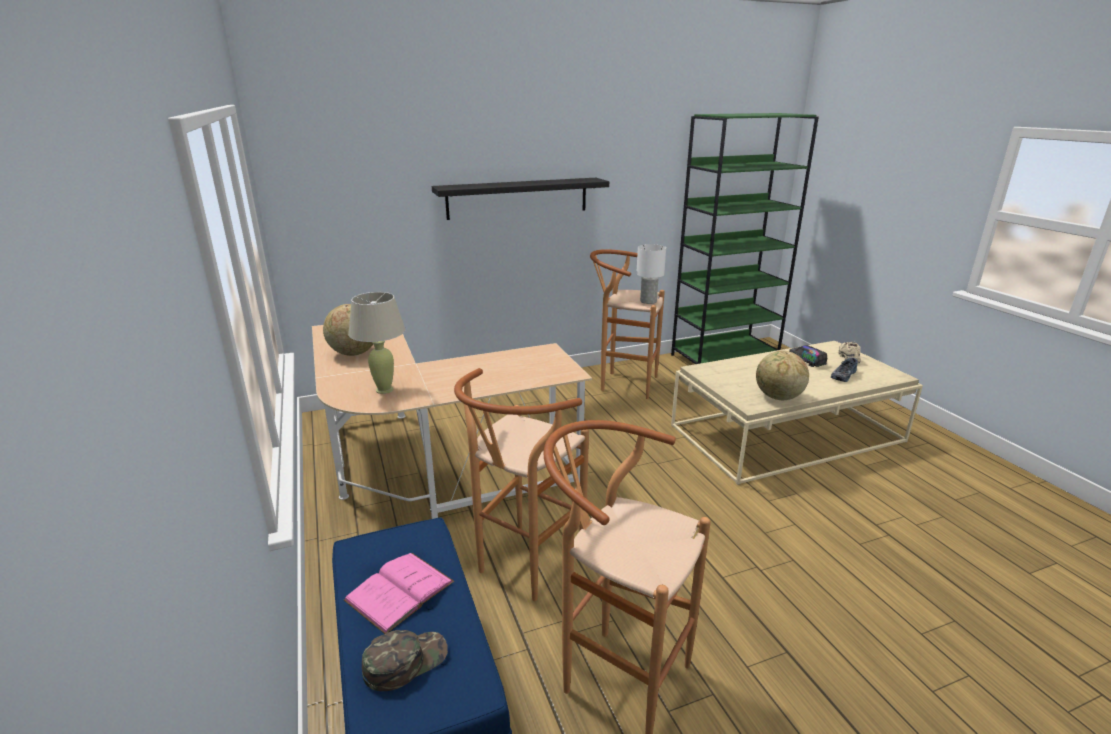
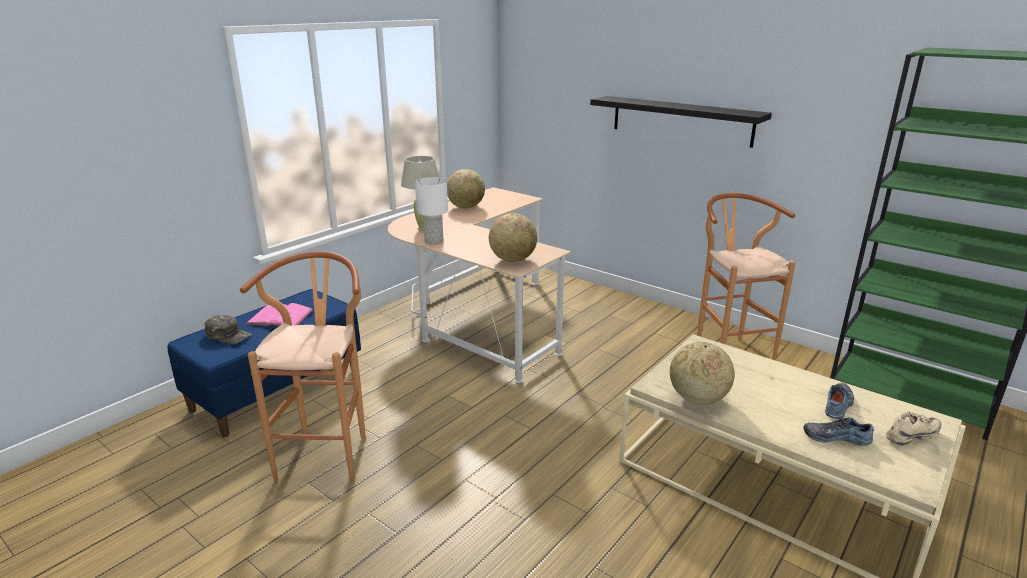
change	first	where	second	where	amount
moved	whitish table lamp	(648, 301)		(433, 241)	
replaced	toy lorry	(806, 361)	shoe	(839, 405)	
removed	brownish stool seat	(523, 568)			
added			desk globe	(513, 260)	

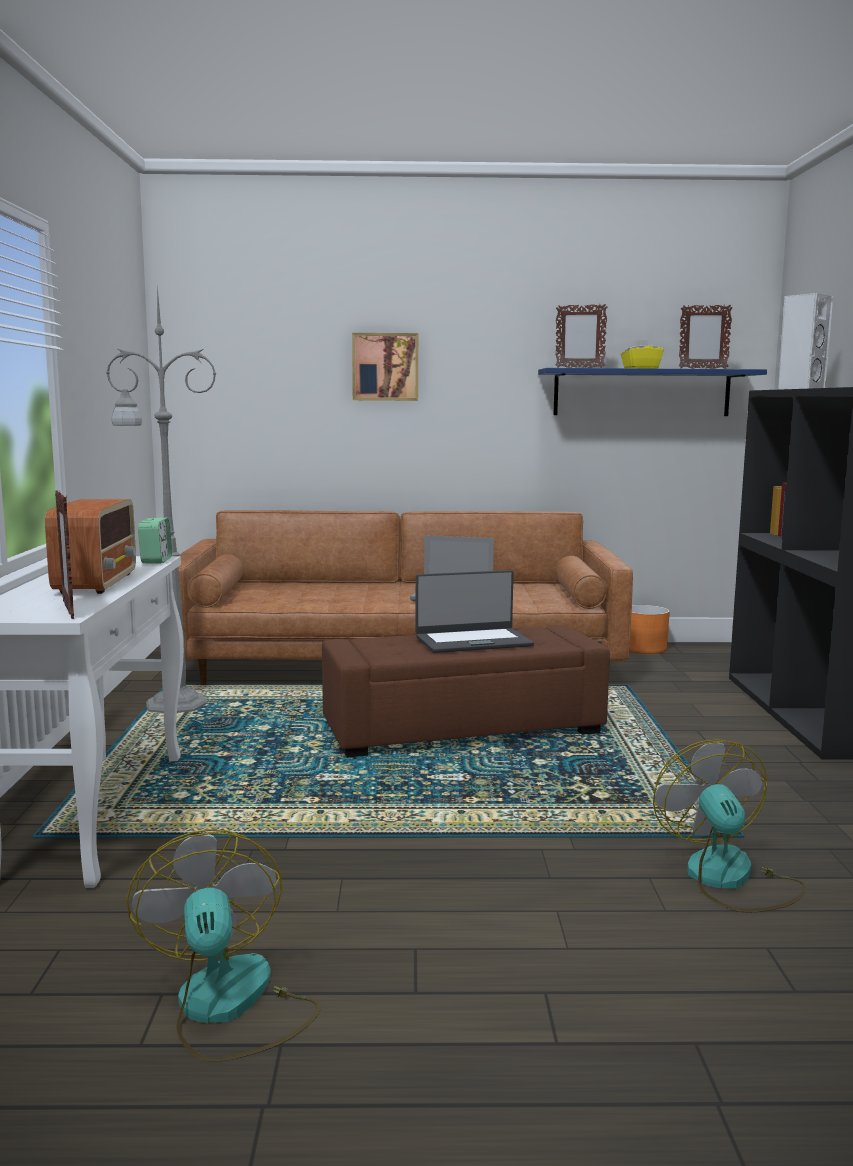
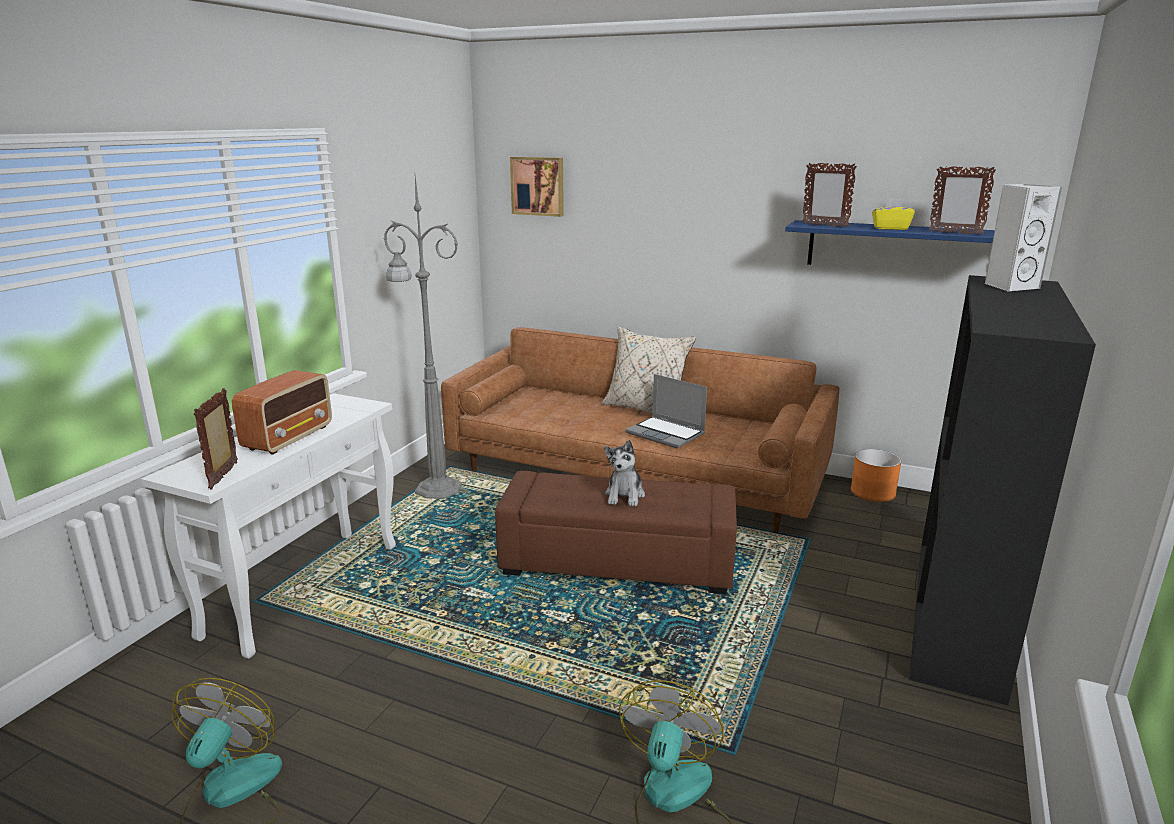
change	first	where	second	where	amount
moved	picture	(385, 367)		(538, 186)	
removed	table clock	(156, 560)			
replaced	laptop	(473, 641)	cuddly toy	(625, 495)	
added			beige cushion	(646, 409)	

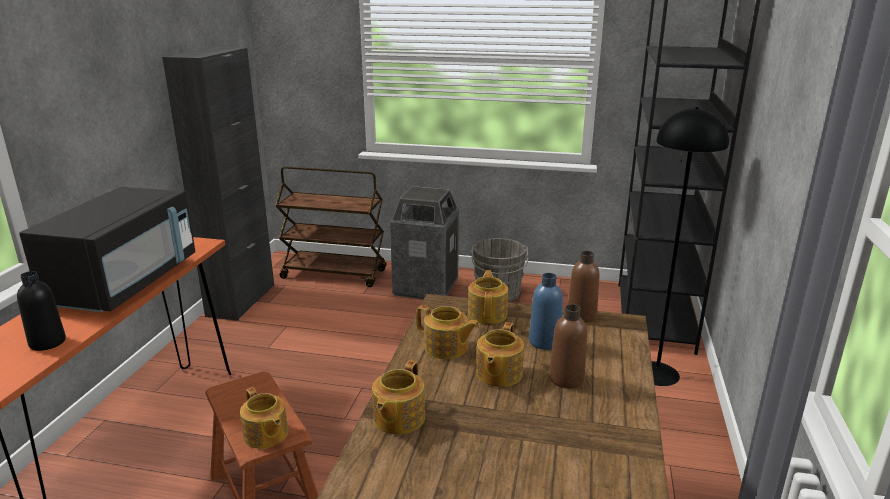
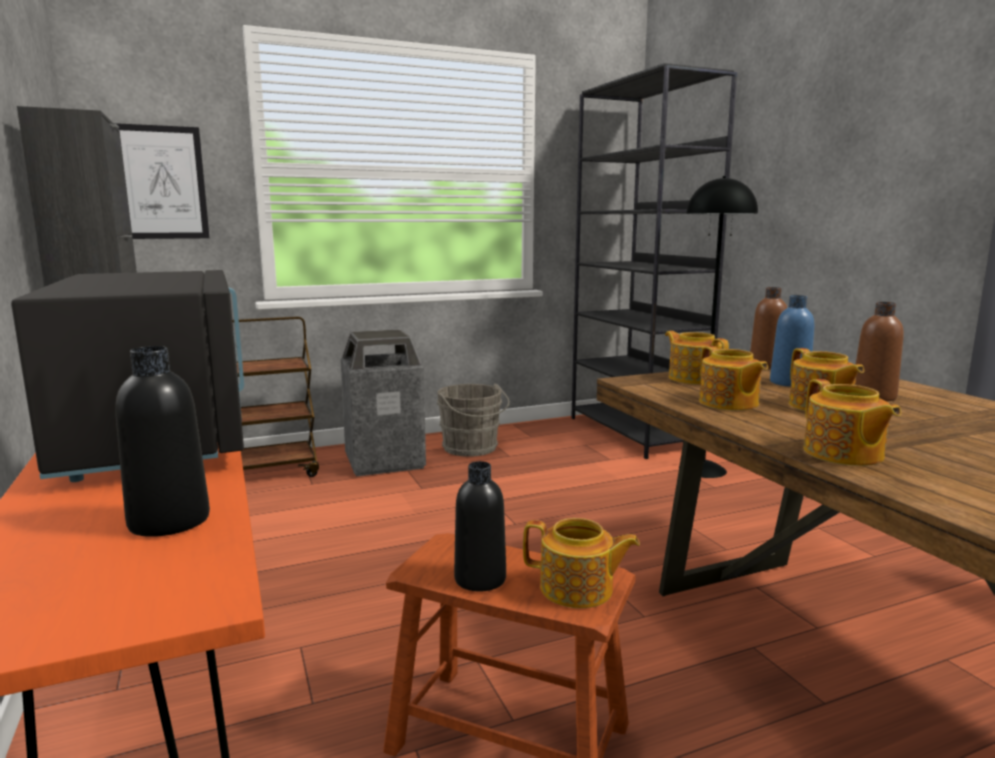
change	first	where	second	where	amount
turned	pot for tea	(446, 348)		(728, 403)	75 degrees clockwise
added			picture	(162, 183)	
added			black-coloured beverage bottle	(480, 579)	

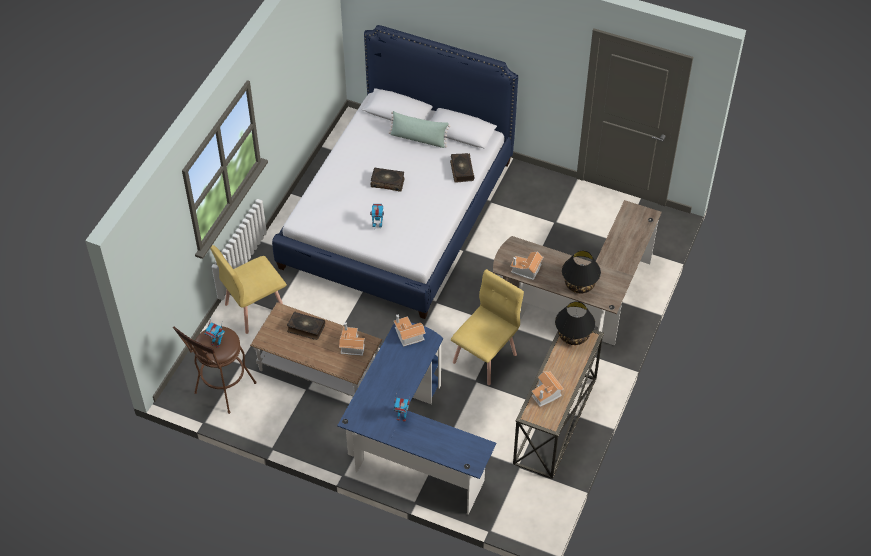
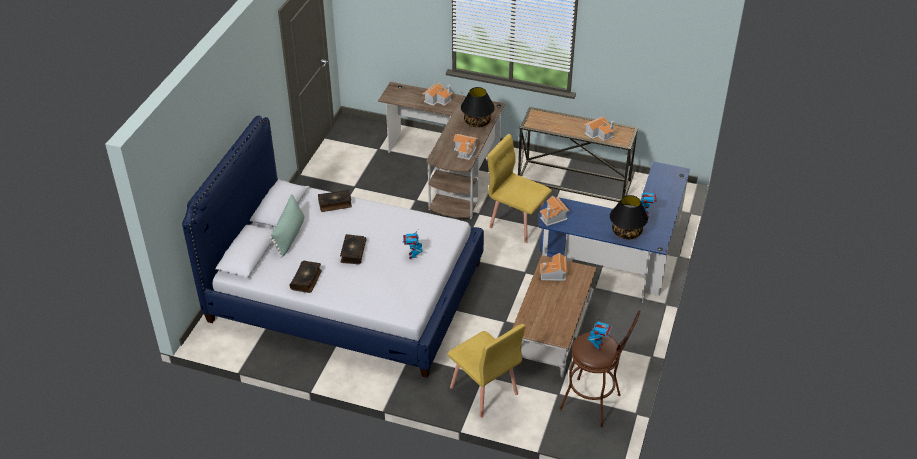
change	first	where	second	where	amount
moved	black-coloured table lamp	(573, 335)		(626, 232)	
moved	book	(306, 328)		(307, 280)	
added			model house	(438, 99)	

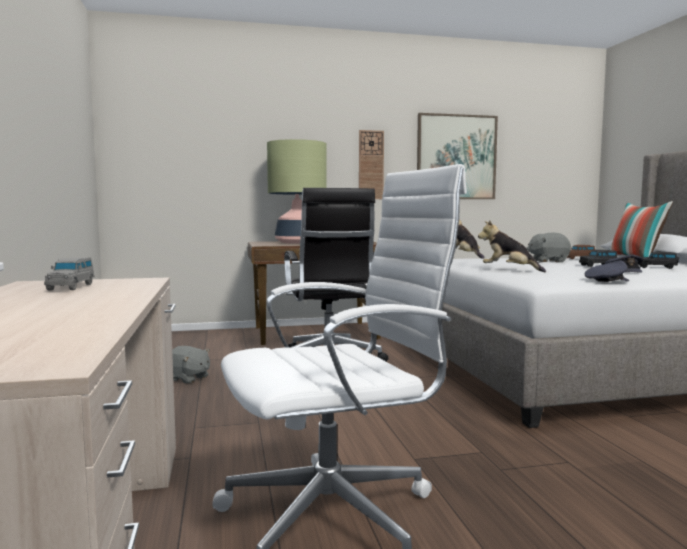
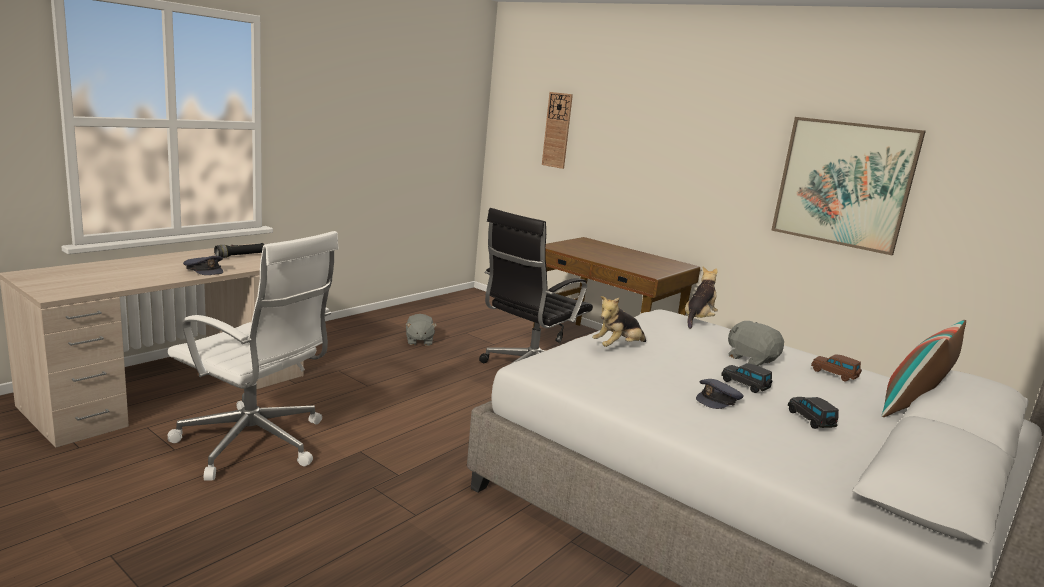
change	first	where	second	where	amount
moved	clock on the wall	(371, 165)		(557, 130)	
removed	table lamp	(297, 242)			
turned	cuddly toy	(509, 270)		(618, 347)	120 degrees counterclockwise
replaced	greyish miniature car	(71, 287)	black-coloured hand torch	(240, 256)	
moved	greyish peaked cap	(606, 281)		(205, 270)	

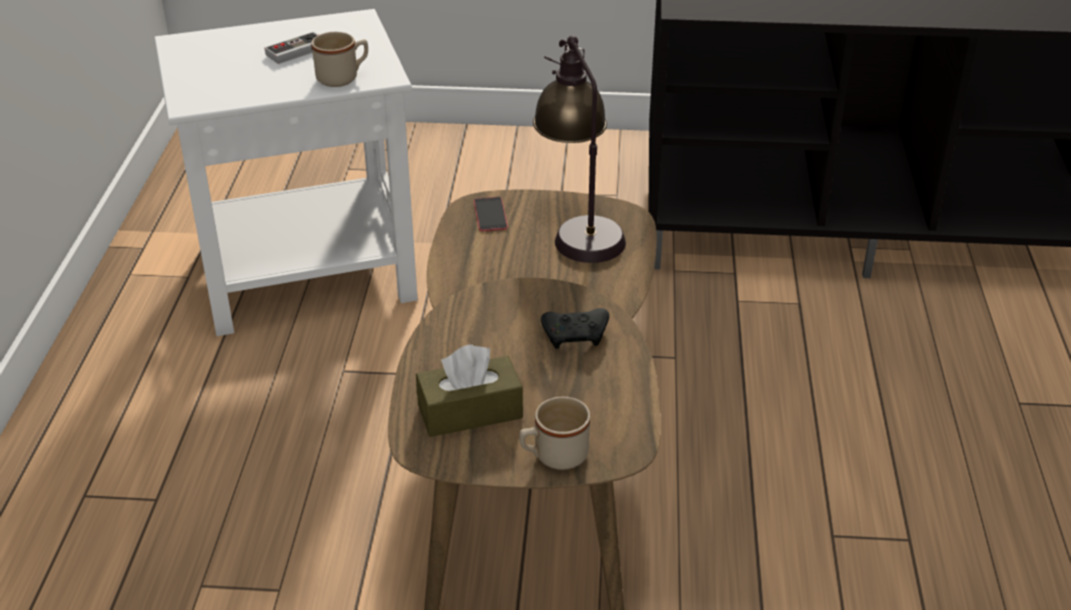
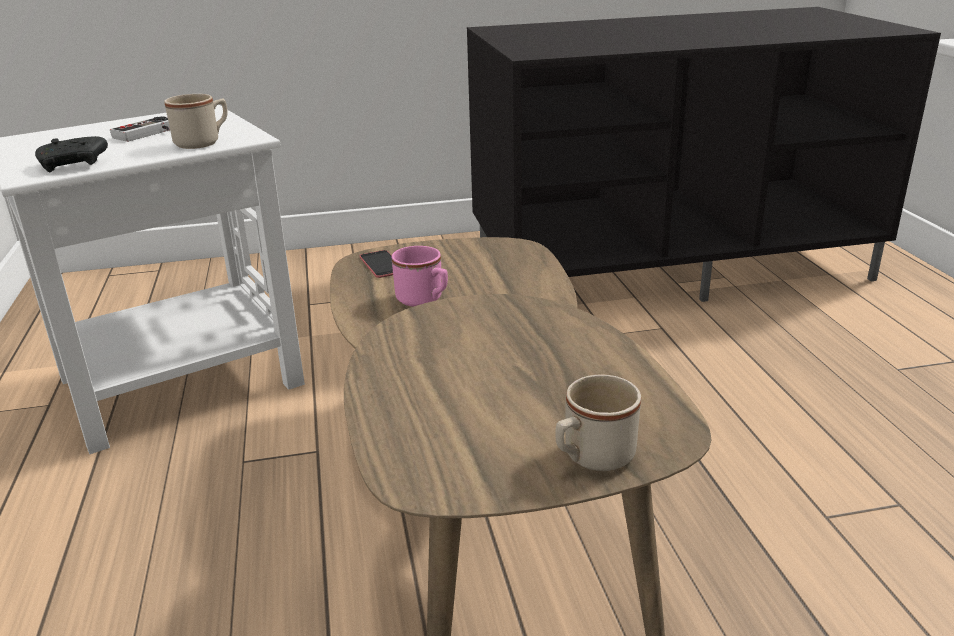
change	first	where	second	where	amount
removed	table lamp	(578, 227)			
moved	black-coloured game controller	(576, 336)		(75, 165)	
removed	brownish tissue holder	(470, 411)			
added			pinkish tea mug	(424, 300)	

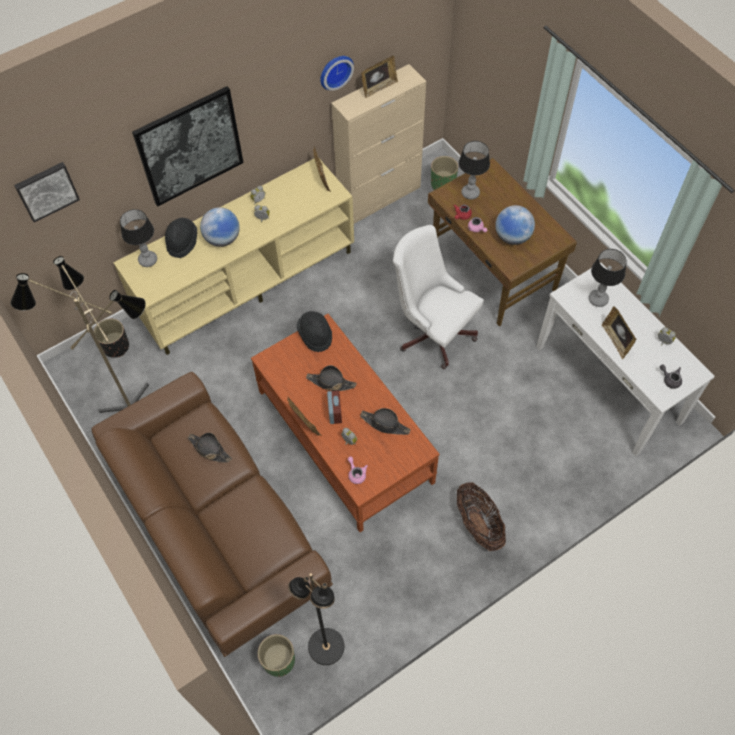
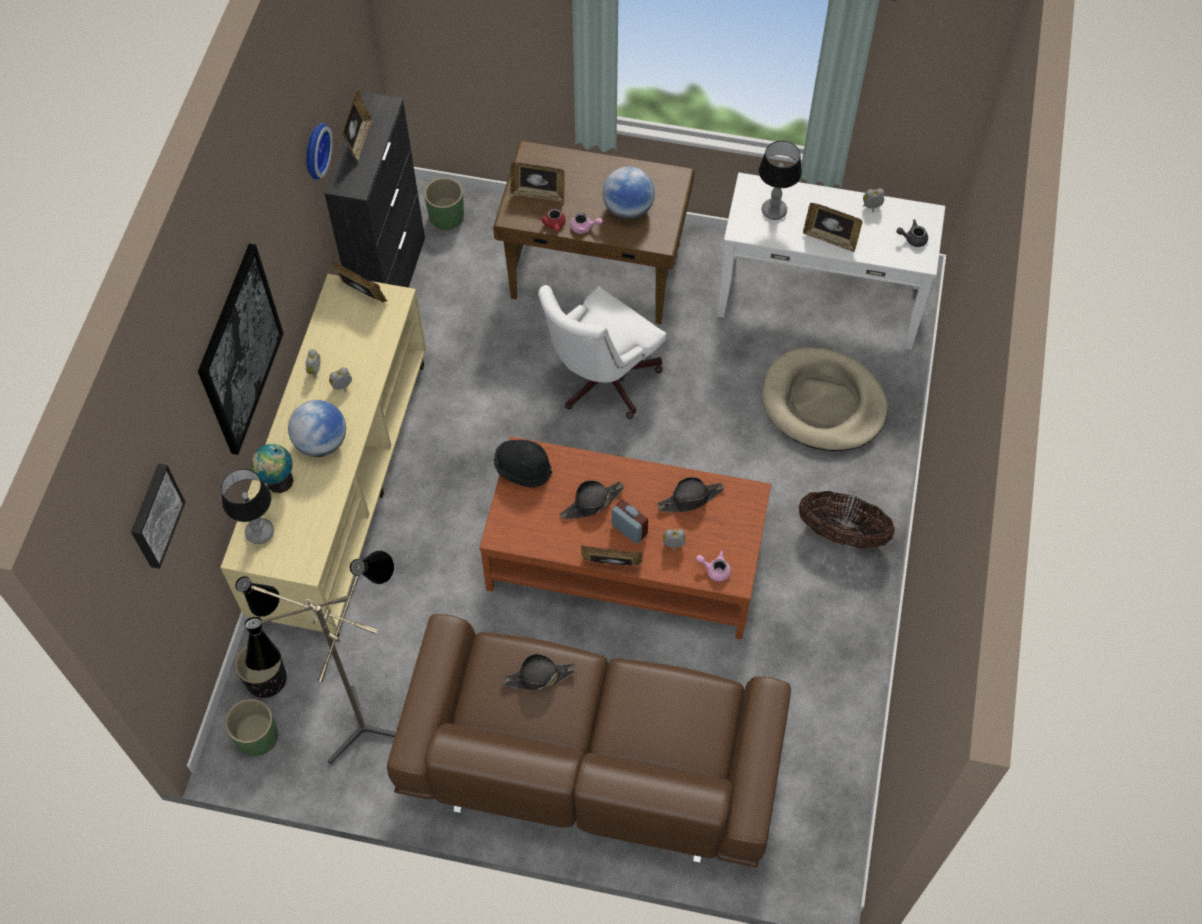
change	first	where	second	where	amount
recoloured	beige cabinet	(380, 197)	black-coloured cabinet	(391, 281)	
replaced	table lamp	(470, 193)	standing frame	(538, 194)	
replaced	black-coloured clothing hat	(182, 242)	desk globe	(278, 482)	
turned	whitish office chair	(432, 331)		(600, 381)	45 degrees counterclockwise
removed	black-coloured floor lamp	(325, 647)			
moved	green flower pot	(279, 660)		(258, 736)	
added			beige pet bed	(823, 403)	

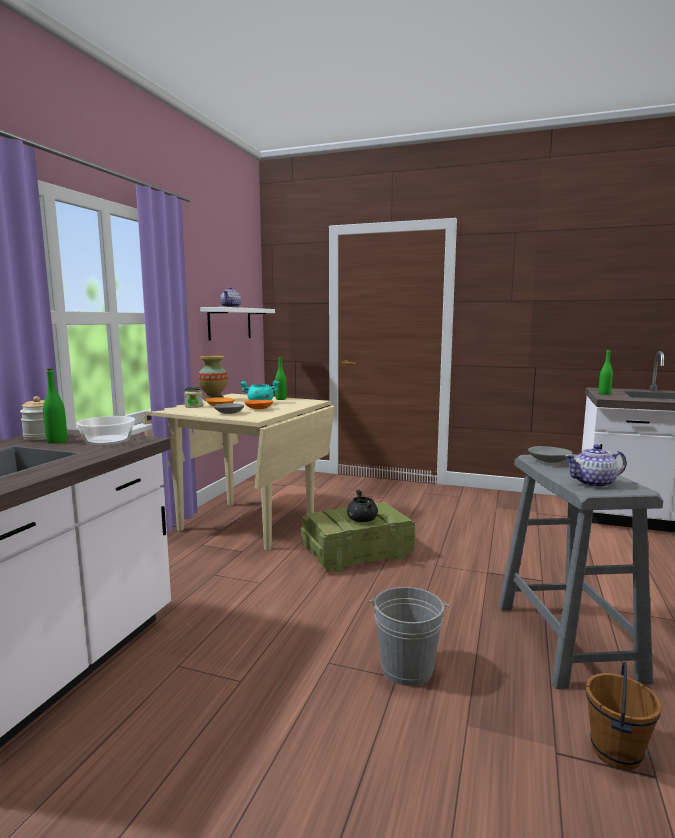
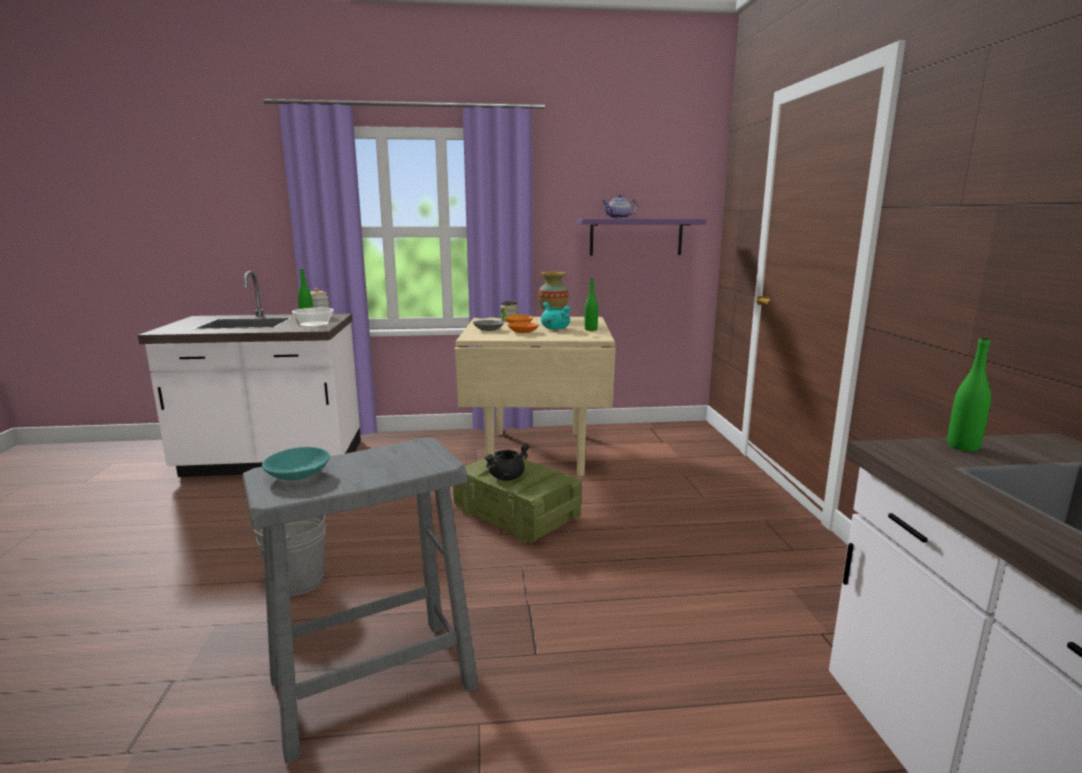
change	first	where	second	where	amount
recoloured	whitish bracket shelf	(230, 323)	purple-coloured bracket shelf	(636, 237)	
replaced	pot for tea	(594, 483)	turquoise deep dish	(298, 474)	
removed	greyish deep dish	(548, 460)			
removed	brownish water bucket	(617, 753)			

